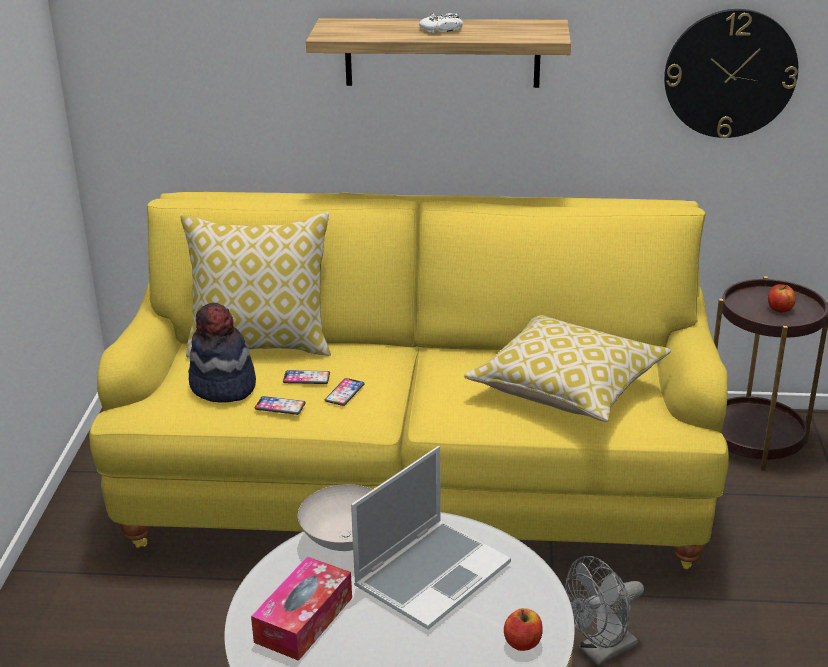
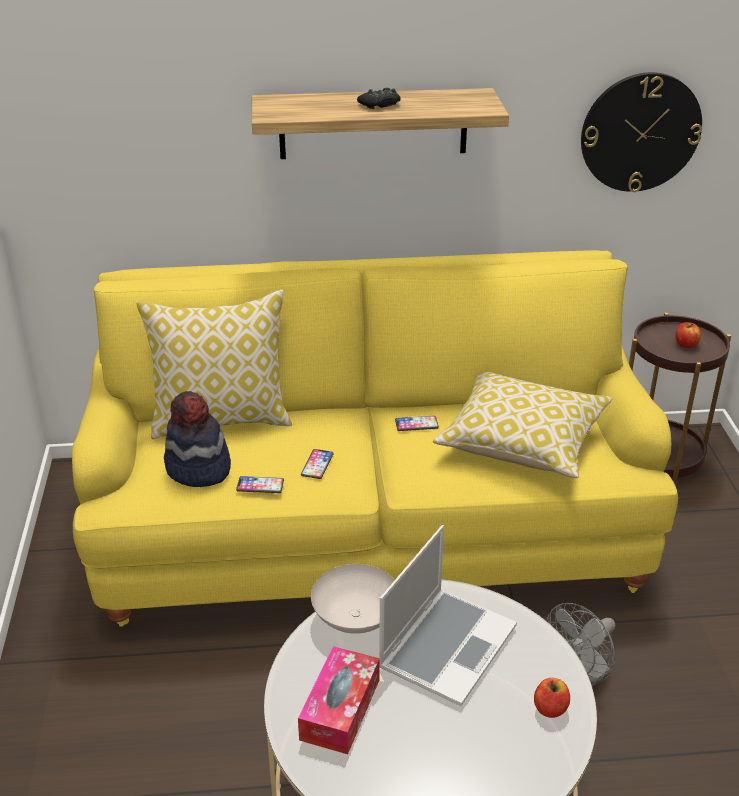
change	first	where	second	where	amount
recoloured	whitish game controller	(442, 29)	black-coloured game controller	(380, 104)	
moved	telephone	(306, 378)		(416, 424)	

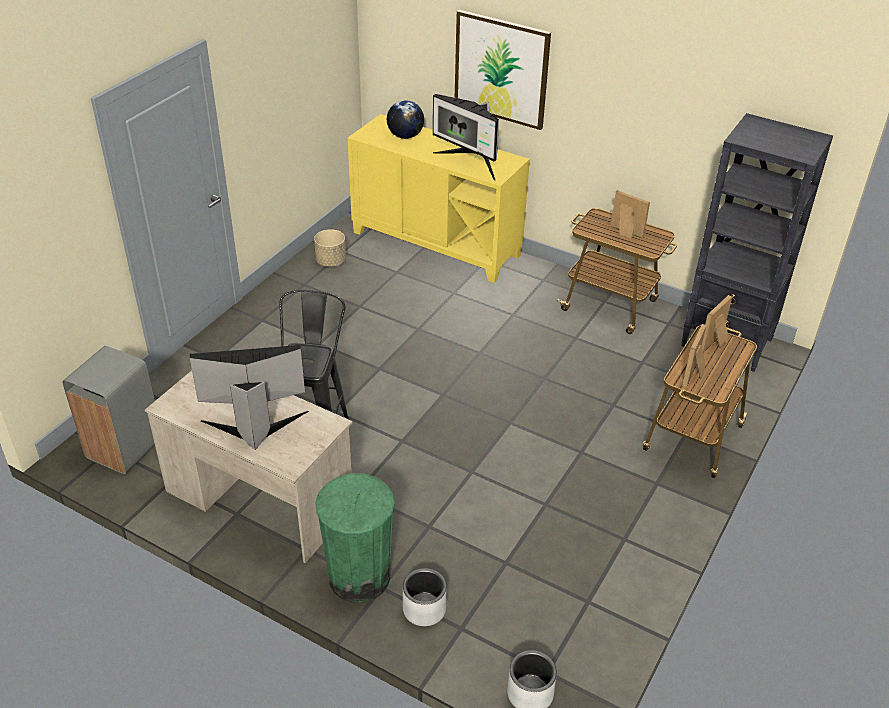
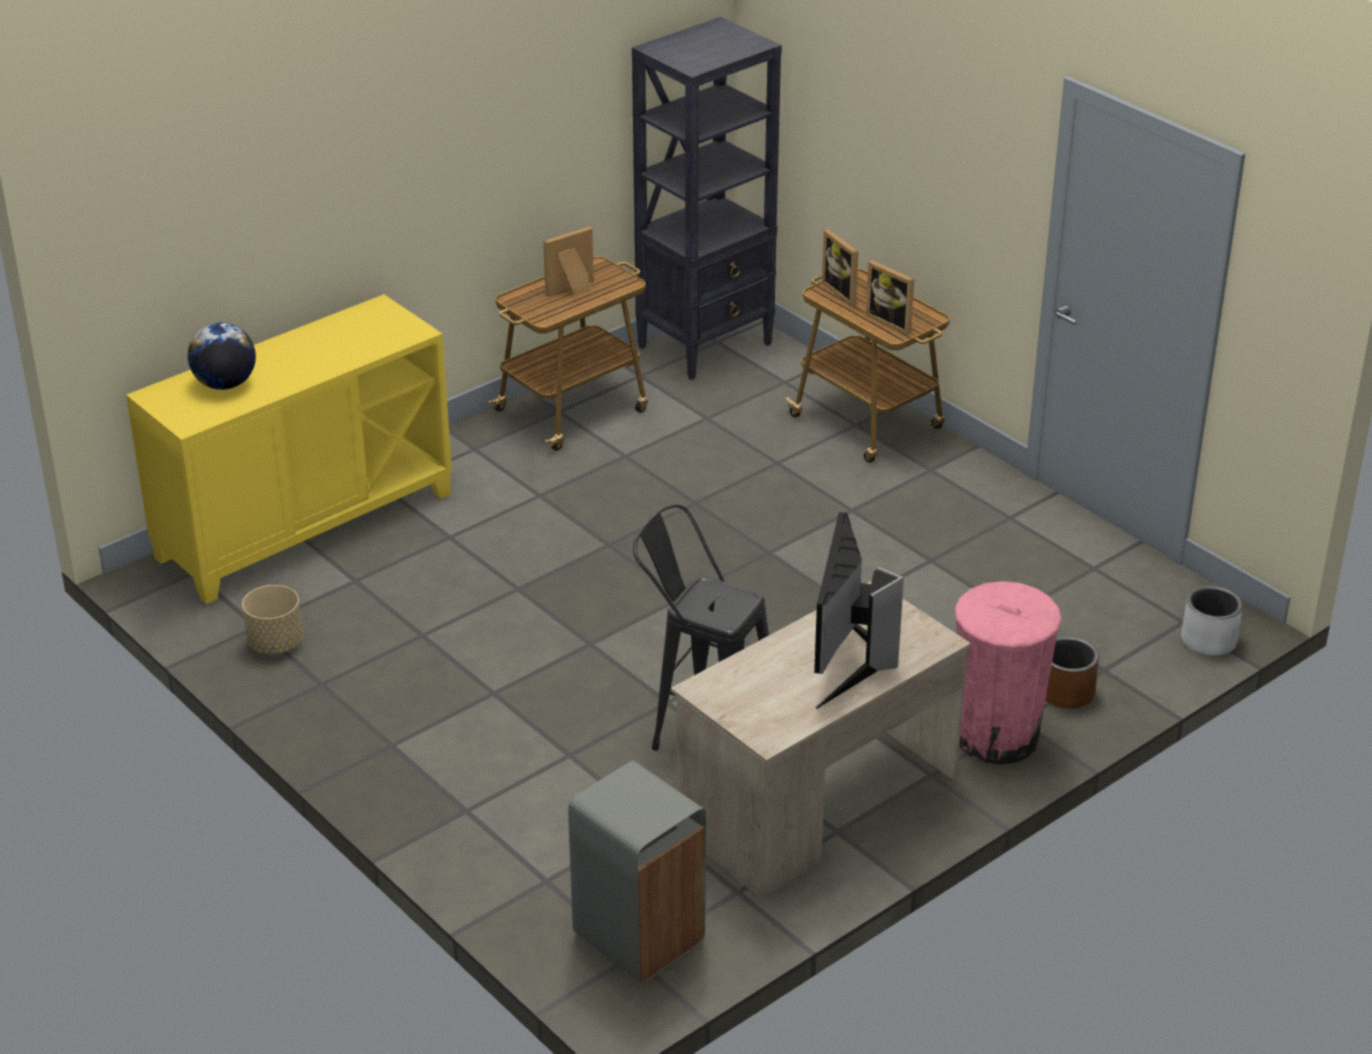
change	first	where	second	where	amount
removed	picture	(501, 69)			
removed	monitor	(470, 162)			
recoloured	green rubbish bin	(359, 577)	pinkish rubbish bin	(995, 736)	
recoloured	greyish flower pot	(424, 609)	brownish flower pot	(1066, 693)	

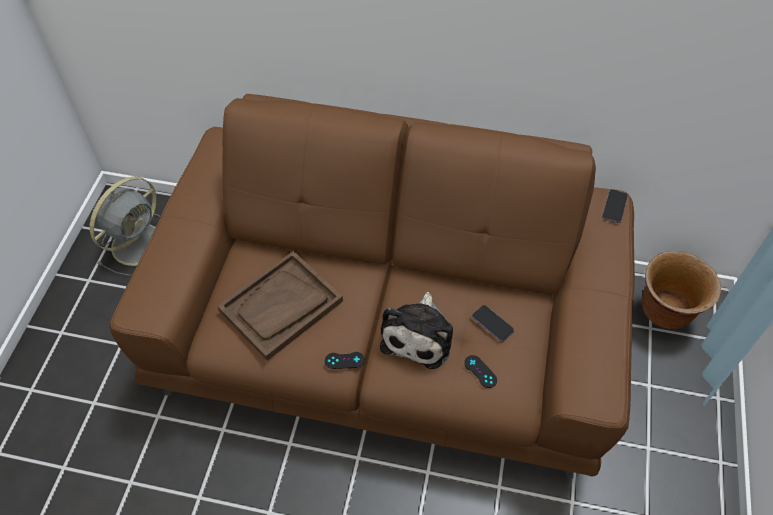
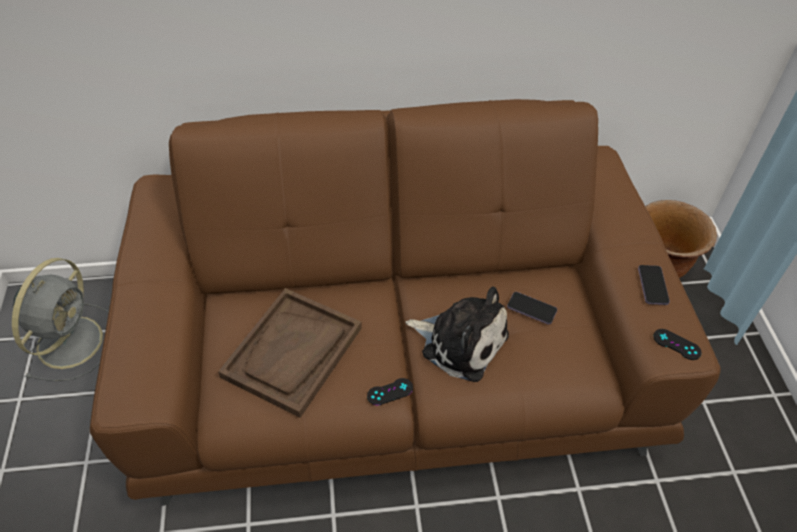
change	first	where	second	where	amount
moved	telephone	(614, 207)		(652, 286)	
turned	cuddly toy	(419, 335)		(460, 341)	60 degrees counterclockwise
moved	black-coloured game controller	(480, 371)		(676, 344)	

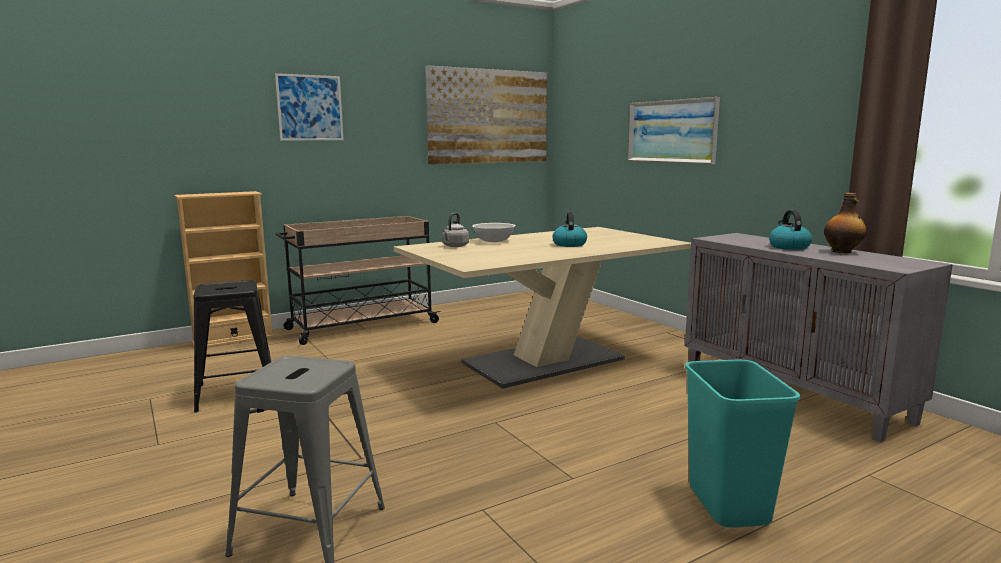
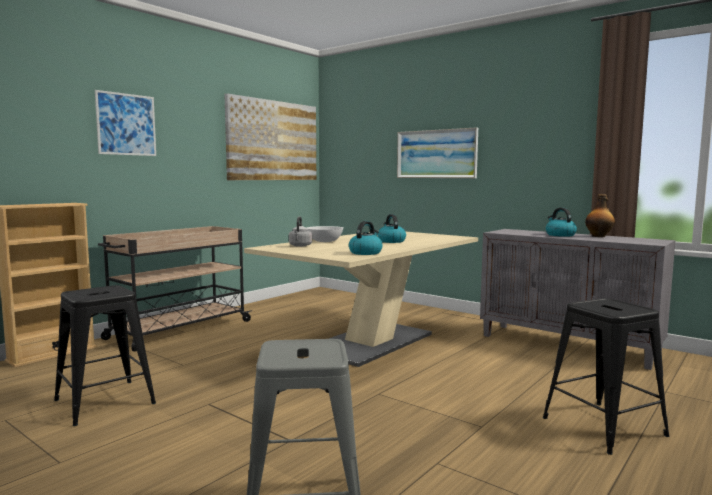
change	first	where	second	where	amount
replaced	turquoise rubbish bin	(726, 505)	black-coloured stool seat	(604, 427)	
added			tea kettle	(365, 253)	

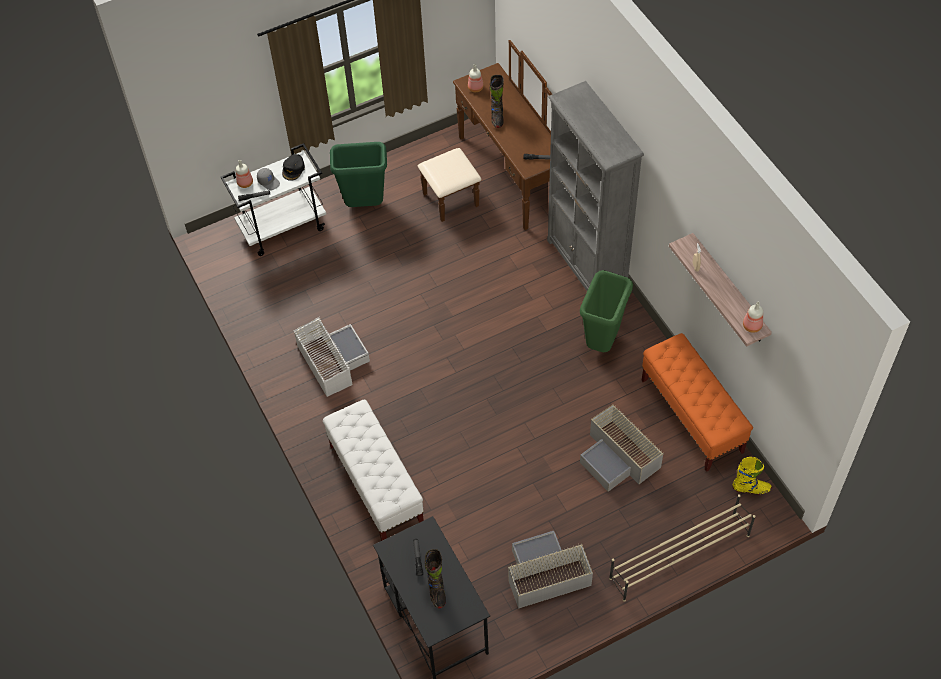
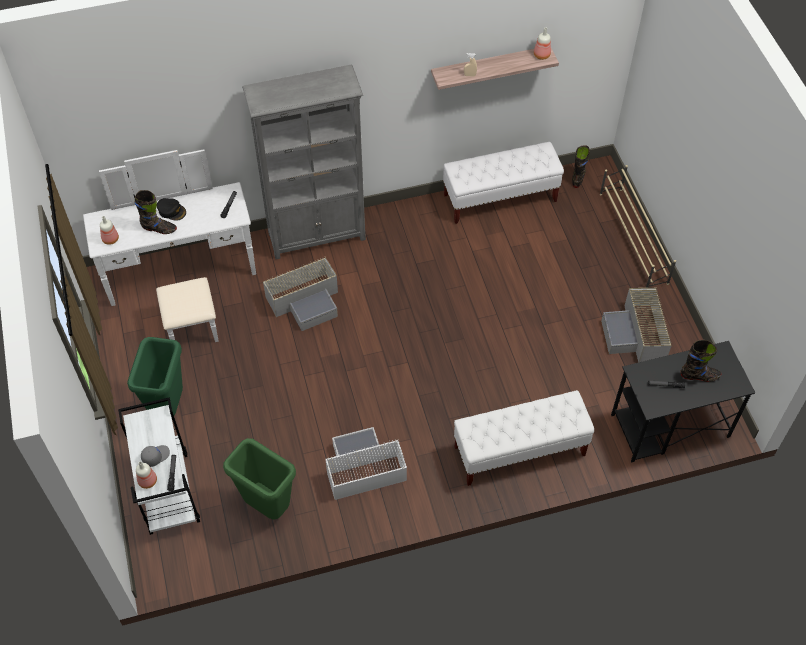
change	first	where	second	where	amount
recoloured	brownish drawer chest	(497, 180)	whitish drawer chest	(184, 284)	
moved	black-coloured peaked cap	(293, 169)		(172, 211)	
moved	green rubbish bin	(601, 341)		(267, 507)	
recoloured	orangey long seat	(692, 416)	whitish long seat	(500, 198)	
moved	greyish storage box	(619, 457)		(306, 300)	
recoloured	yellowish high-top boot	(751, 489)	black-coloured high-top boot	(578, 177)	

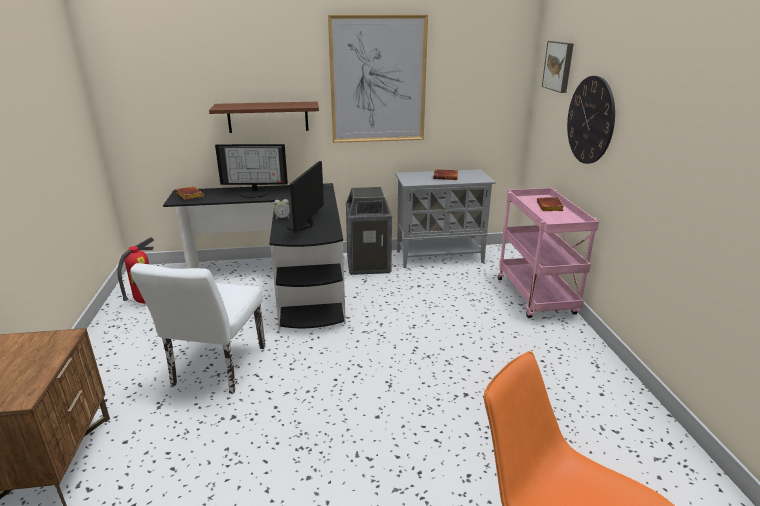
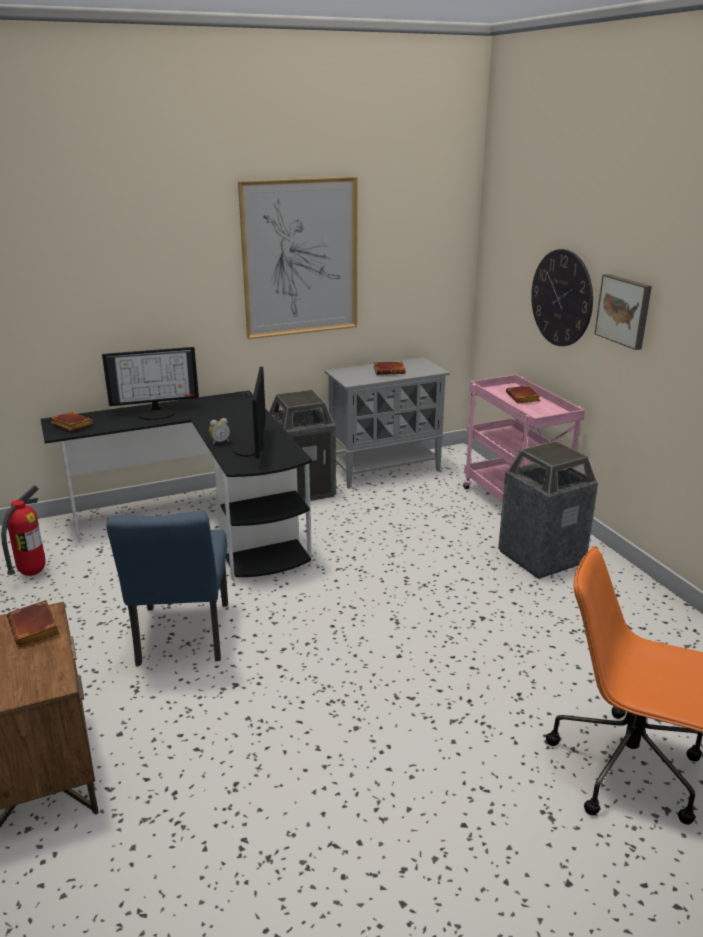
change	first	where	second	where	amount
moved	picture	(559, 66)		(624, 310)	
removed	brownish bracket shelf	(268, 117)			
recoloured	whitish plain chair	(215, 370)	blue plain chair	(181, 639)	
added			rubbish bin	(540, 557)	
added			brownish book	(36, 628)	

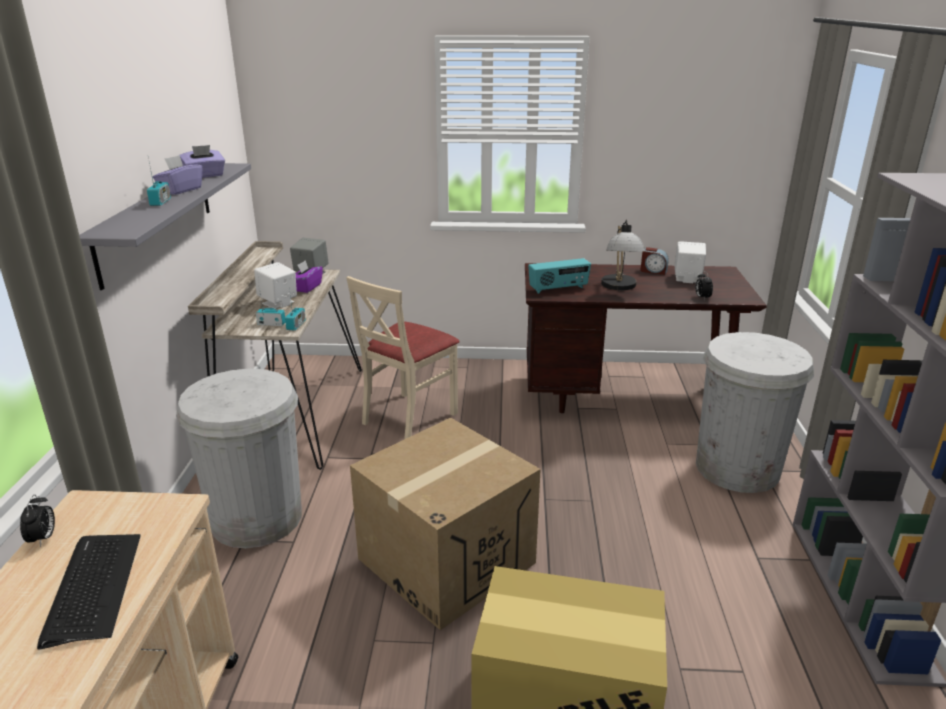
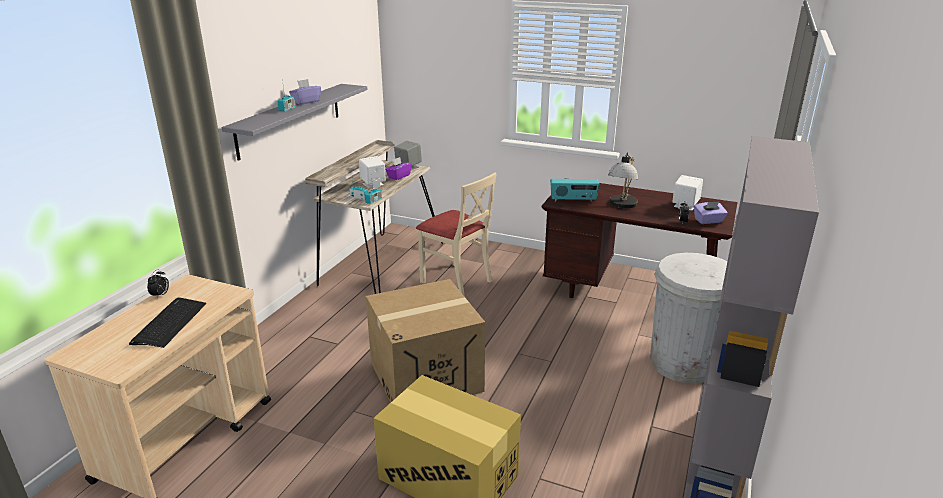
change	first	where	second	where	amount
moved	purple-coloured tissue holder	(205, 176)		(708, 221)	
removed	table clock	(653, 271)			
turned	beige plain chair	(408, 417)		(456, 280)	105 degrees counterclockwise
removed	whitish rubbish bin	(256, 518)			

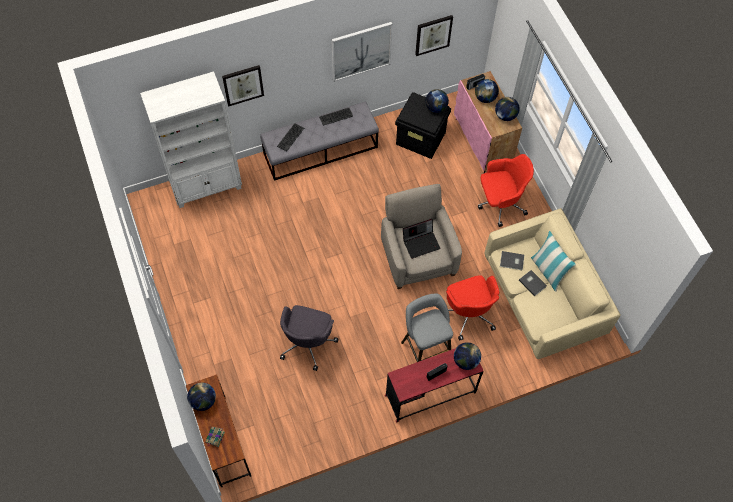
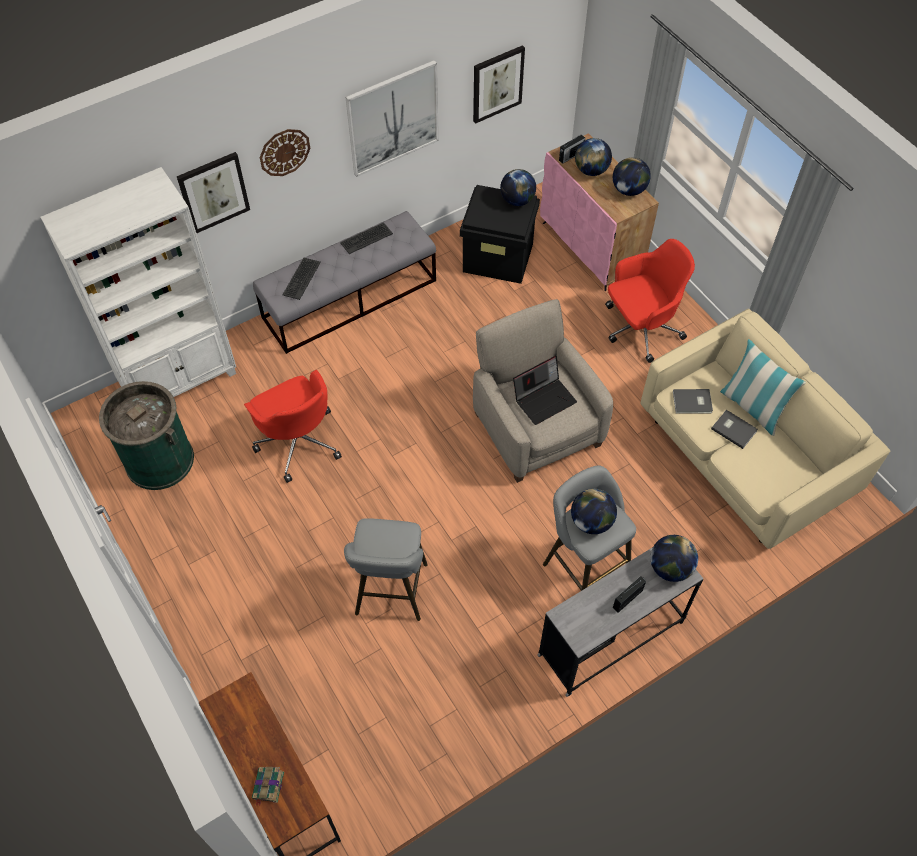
change	first	where	second	where	amount
moved	red office chair	(468, 313)		(298, 441)	
replaced	greyish office chair	(307, 343)	greyish stool seat	(391, 593)	
recoloured	red desk	(430, 394)	greyish desk	(611, 639)	
moved	desk globe	(203, 401)		(591, 522)	
added			clock on the wall	(284, 152)	
added			green rubbish bin	(159, 460)	

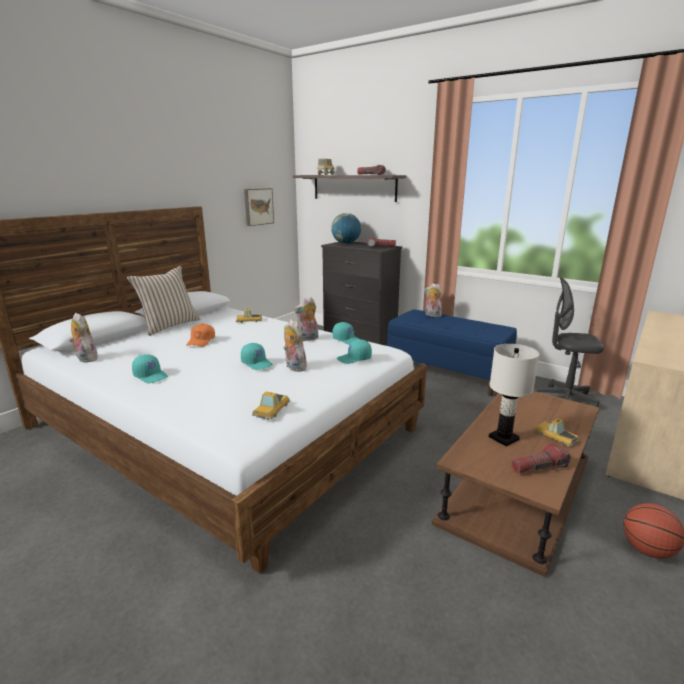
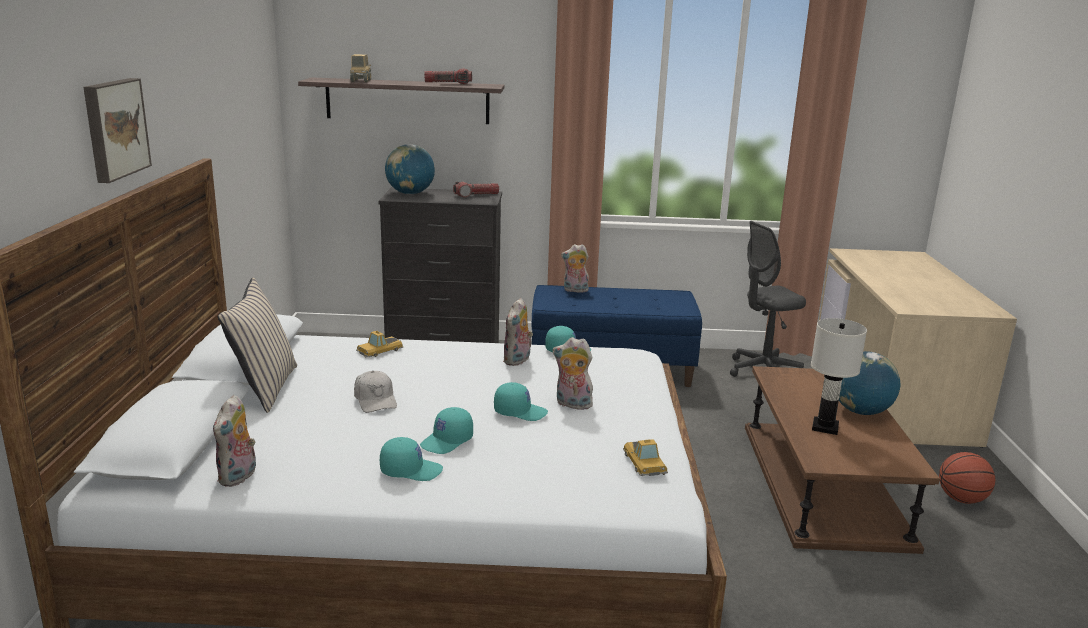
change	first	where	second	where	amount
moved	picture	(258, 206)		(114, 128)	
turned	cuddly toy	(85, 358)		(239, 477)	90 degrees counterclockwise
recoloured	orangey peaked cap	(201, 341)	whitish peaked cap	(375, 400)	
moved	turquoise peaked cap	(354, 359)		(447, 441)	
replaced	miniature car	(555, 436)	desk globe	(860, 411)	
removed	hand torch	(539, 467)			

